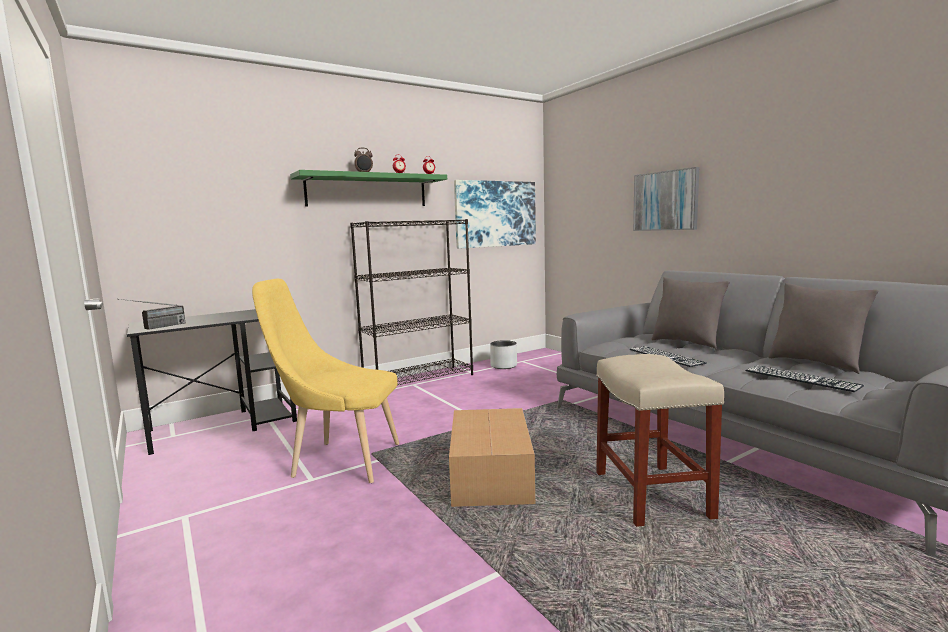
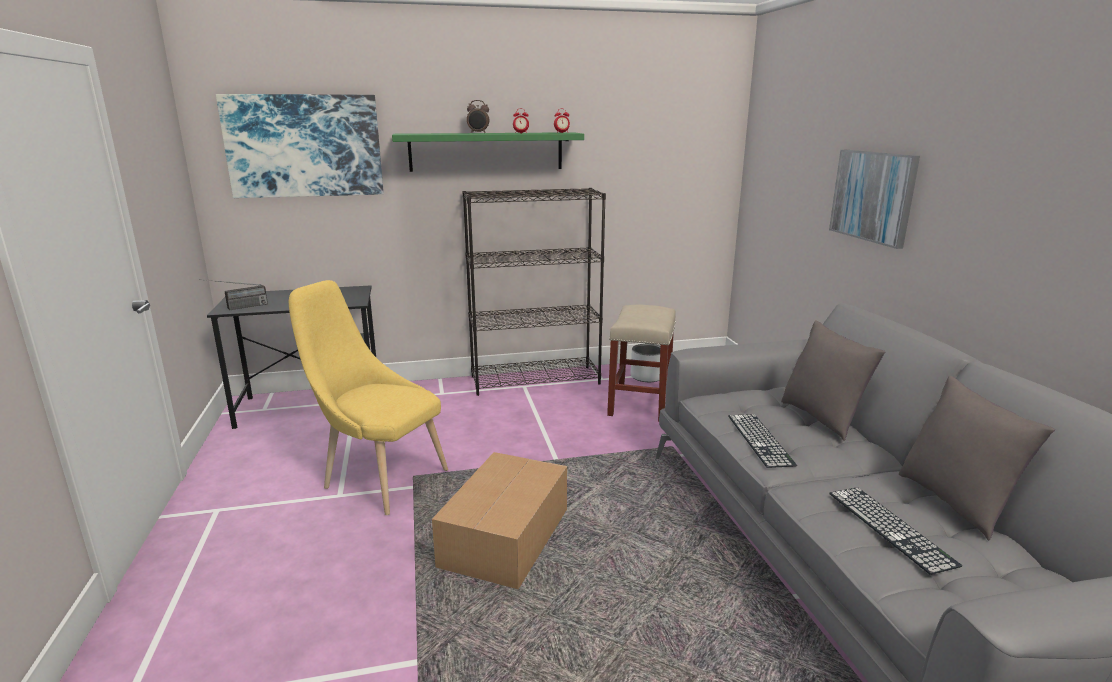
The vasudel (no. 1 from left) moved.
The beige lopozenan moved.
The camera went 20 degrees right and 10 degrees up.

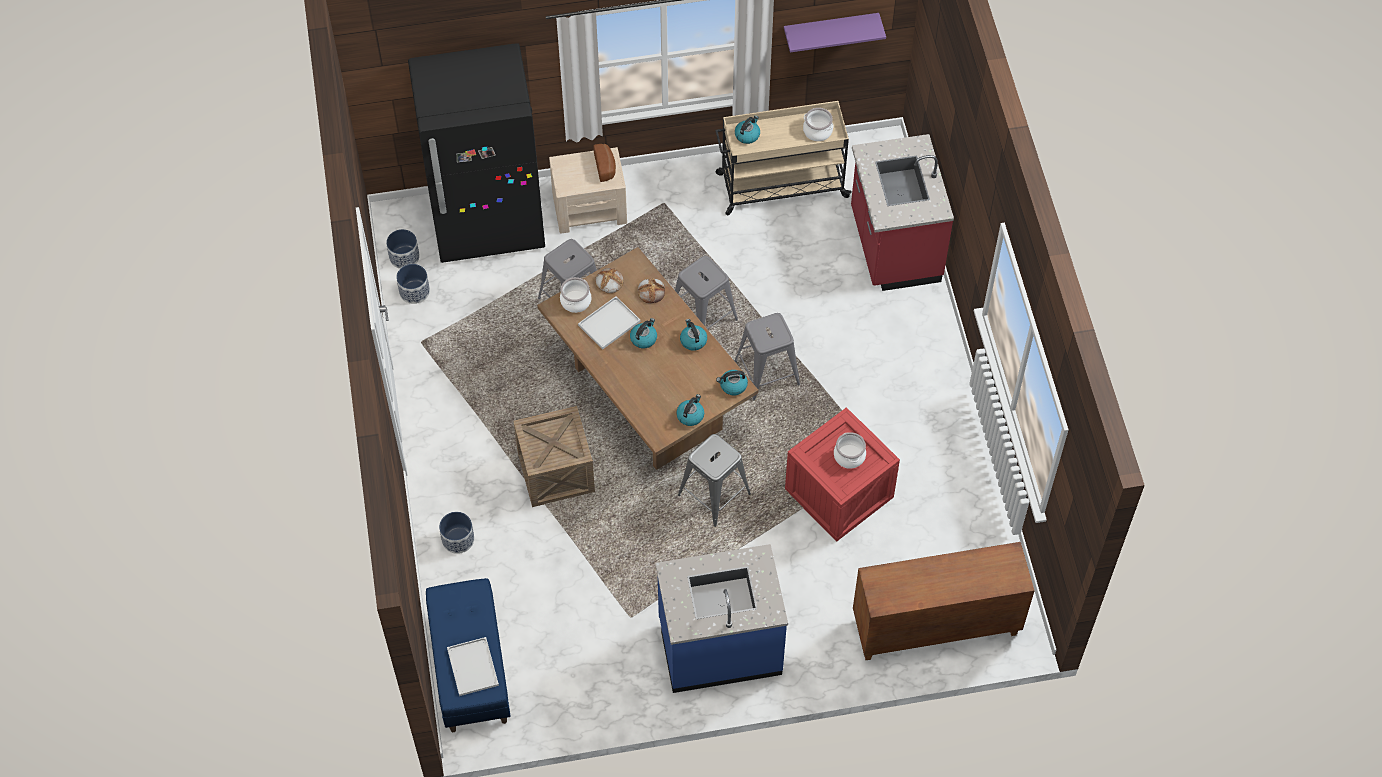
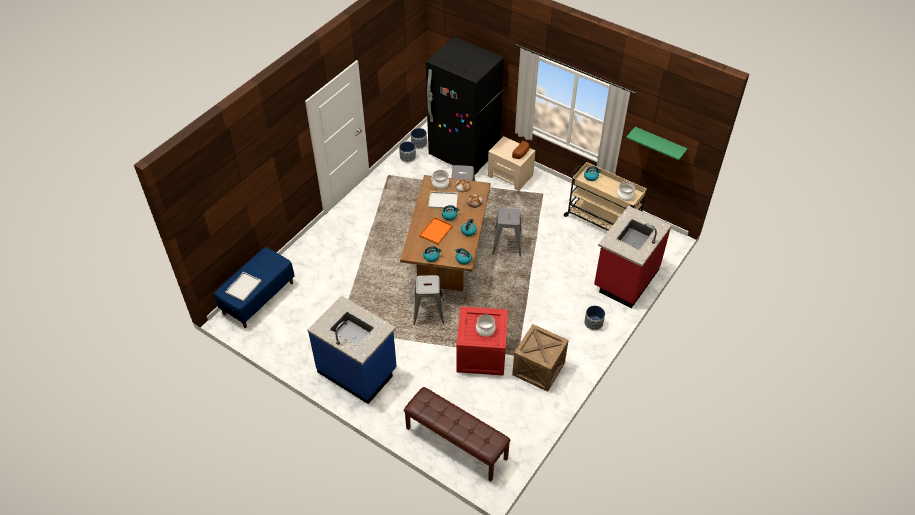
The grey lopozenan (no. 4 from left) disappeared.
The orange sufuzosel appeared.
The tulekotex (no. 3 from left) moved.
The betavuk (no. 1 from left in the first image) moved.
The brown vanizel was replaced by the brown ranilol.
The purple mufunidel became the green mufunidel.
The camera went 45 degrees right and 10 degrees down.

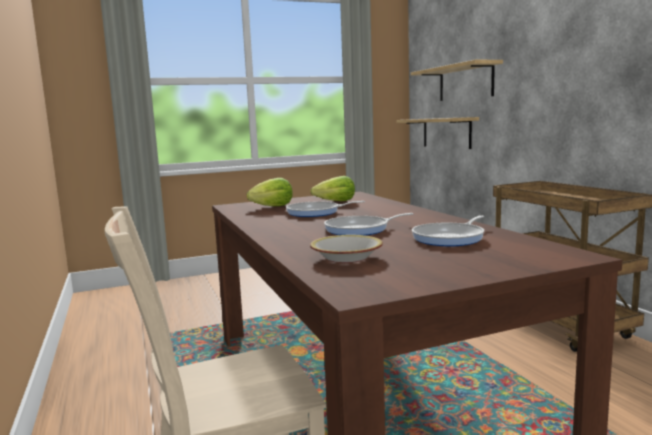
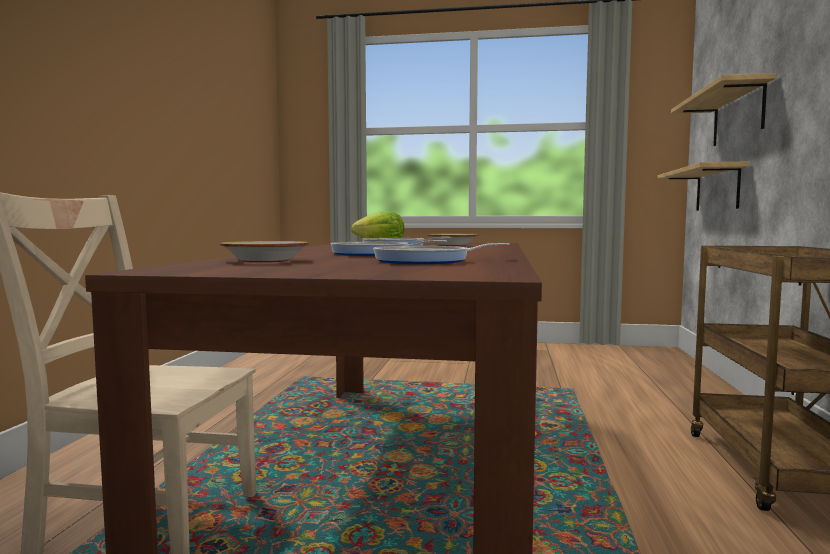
The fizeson (no. 2 from left) was replaced by the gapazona (no. 2 from left).
The camera went 30 degrees right and 5 degrees down.

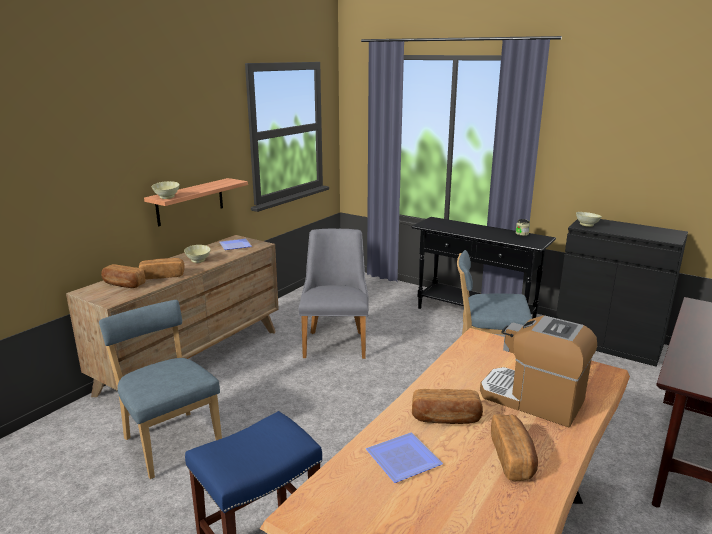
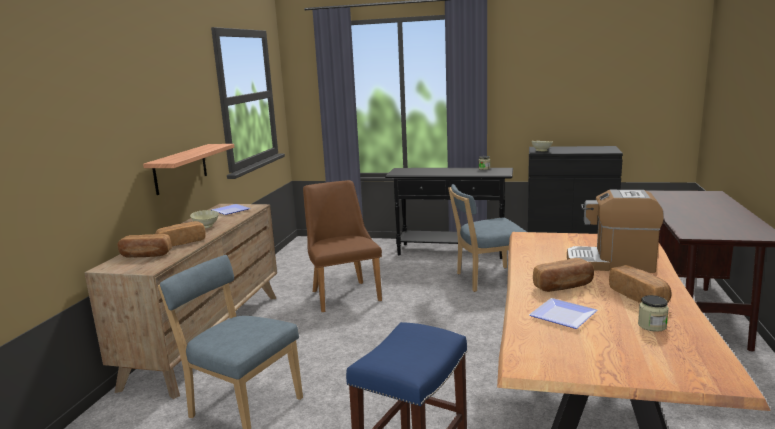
The beige gapazona (no. 1 from left) disappeared.
The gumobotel (no. 2 from left) appeared.
The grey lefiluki became the brown lefiluki.
The camera went 20 degrees left and 5 degrees down.

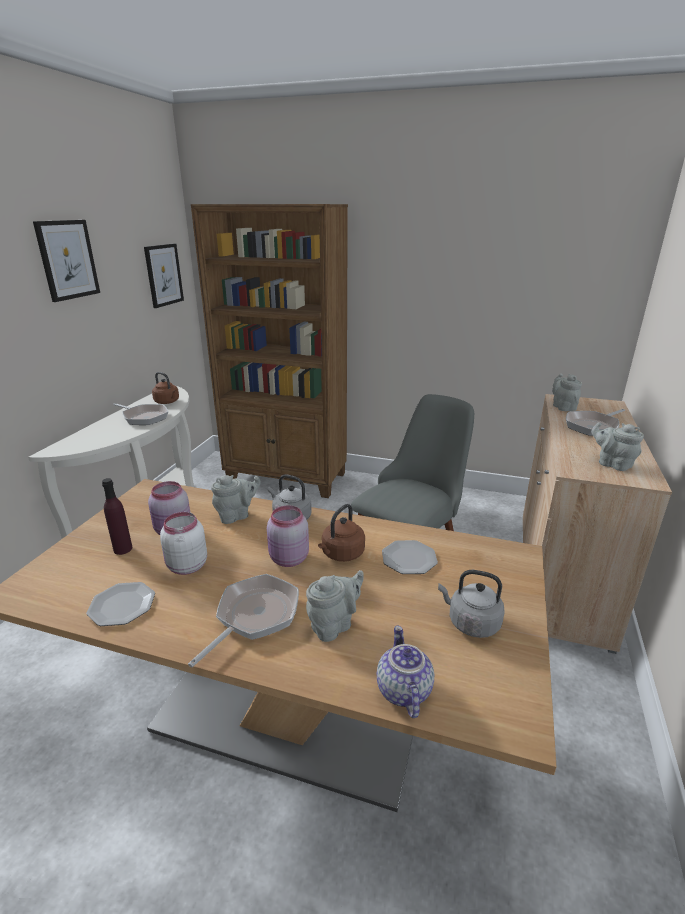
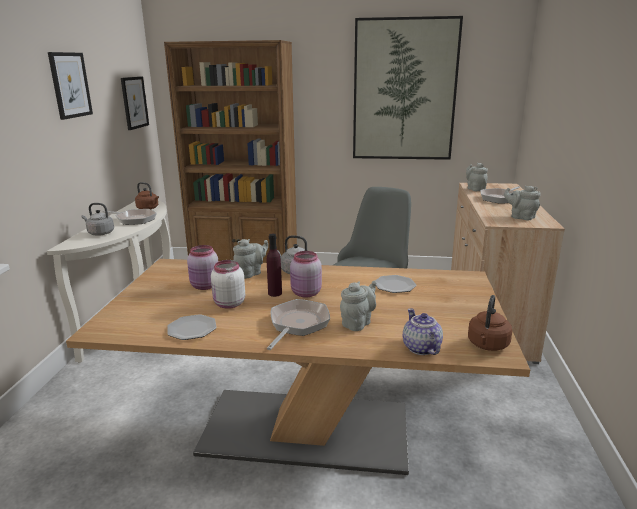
The vasudel (no. 3 from left) appeared.
The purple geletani moved.
The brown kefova (no. 2 from left) moved.
The grey kefova (no. 2 from left in the first image) moved.
The camera went 10 degrees left and 5 degrees down.

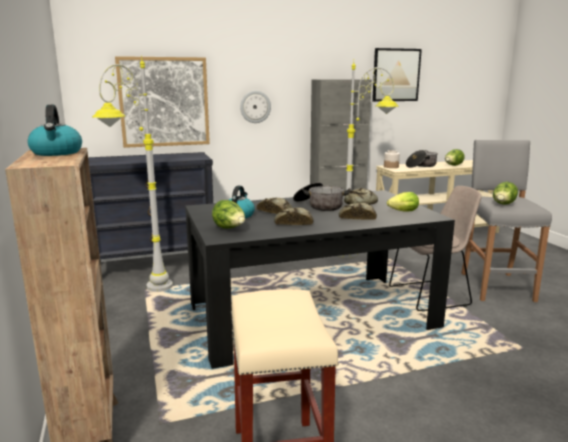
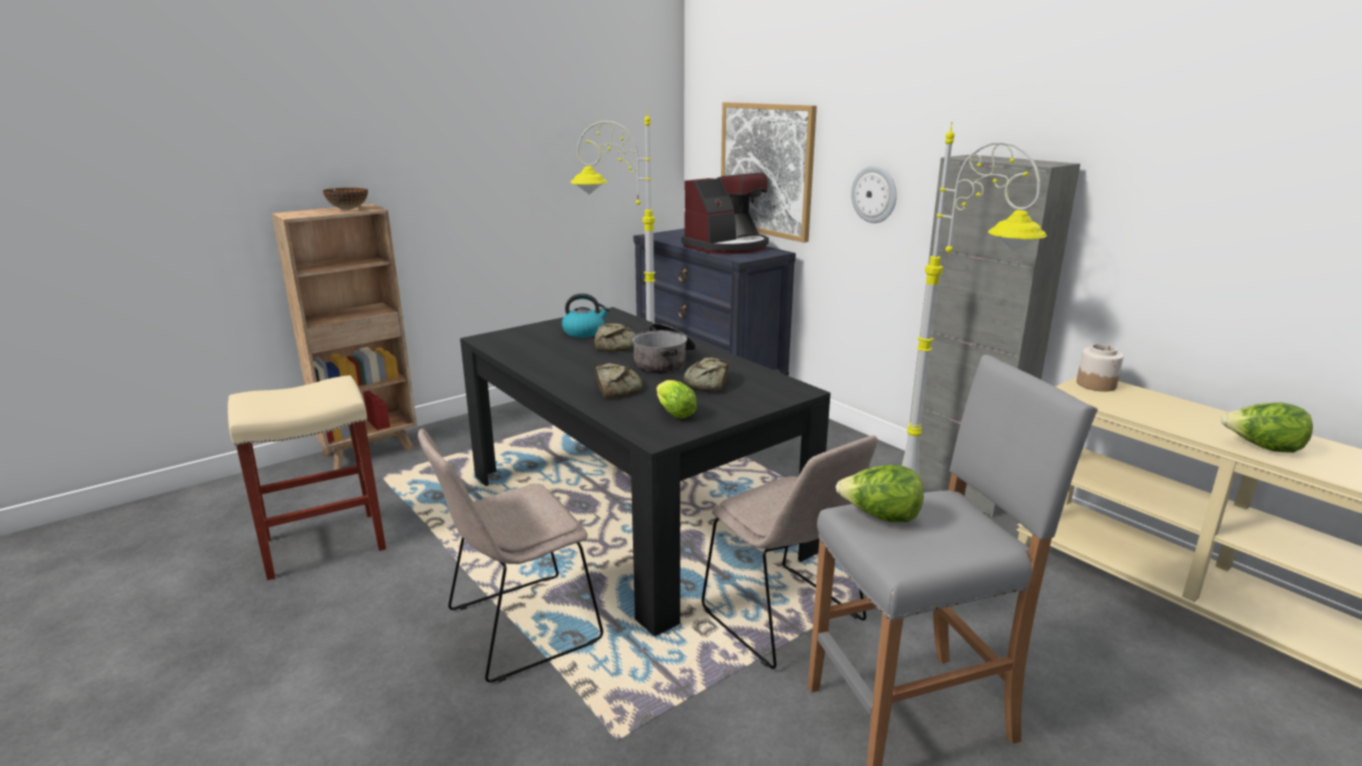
The fizeson (no. 1 from left) disappeared.
The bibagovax (no. 2 from left) disappeared.
The vasudel (no. 2 from left) disappeared.
The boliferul (no. 2 from left) disappeared.
The beige lefiluki (no. 1 from left) appeared.
The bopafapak appeared.
The kefova (no. 1 from left) was replaced by the gapazona.
The camera went 70 degrees right and 5 degrees up.

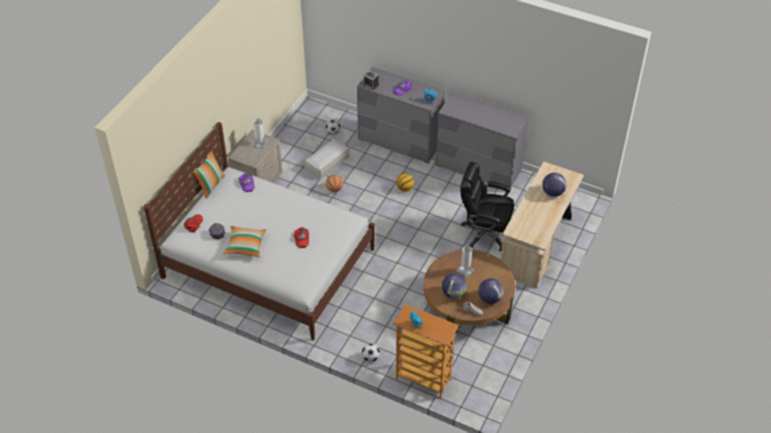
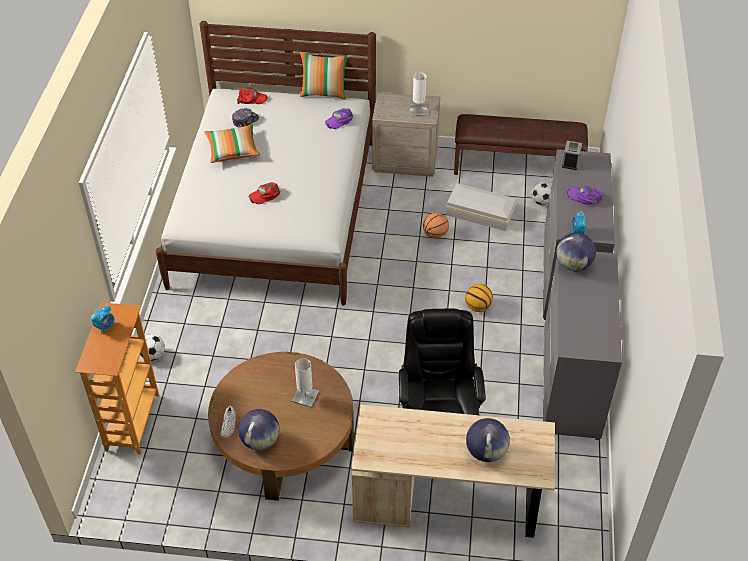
The brown ranilol appeared.
The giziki (no. 1 from left in the first image) moved.
The camera went 70 degrees right and 0 degrees up.

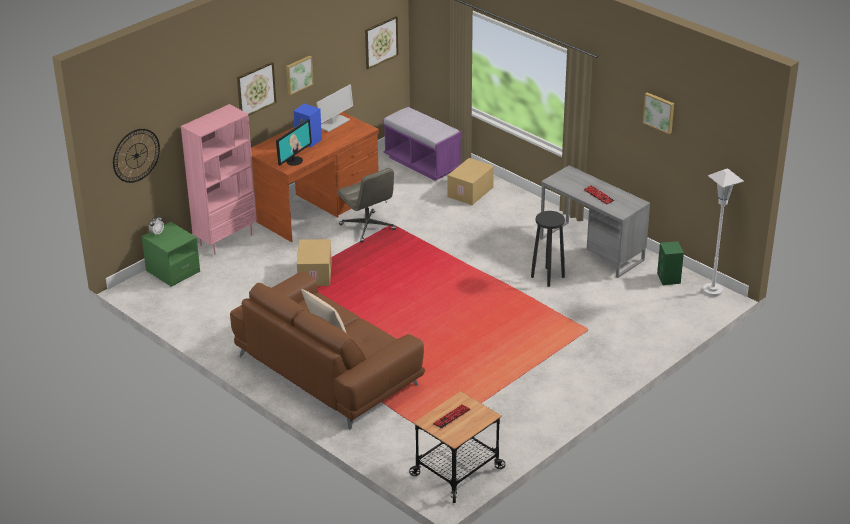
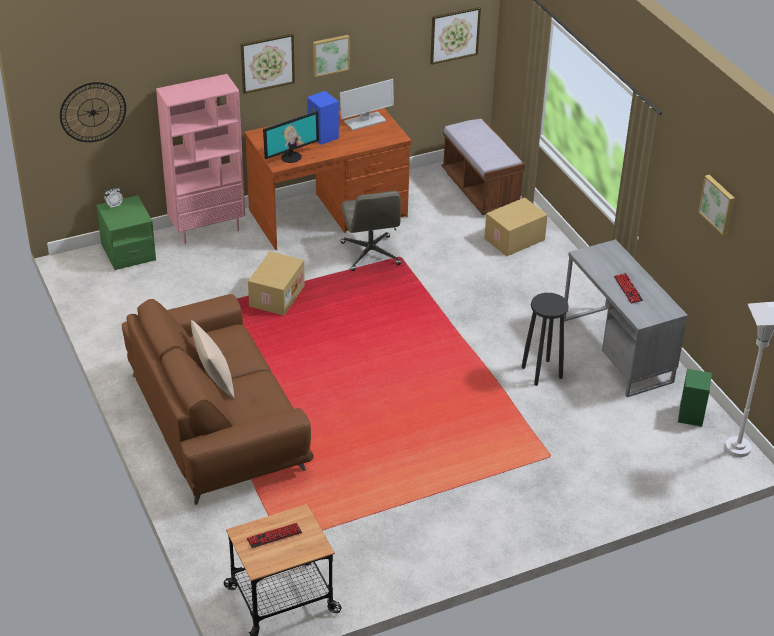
The purple ranilol became the brown ranilol.
The camera went 20 degrees right and 5 degrees up.

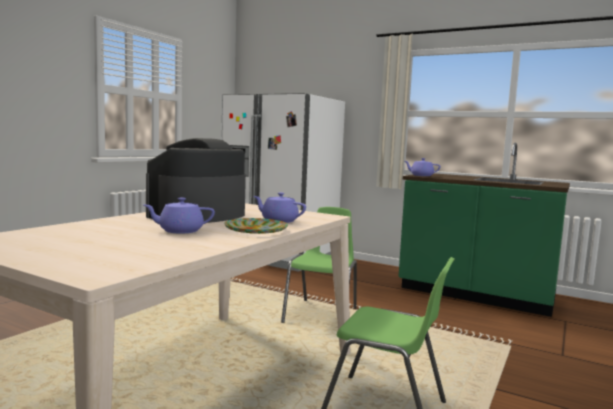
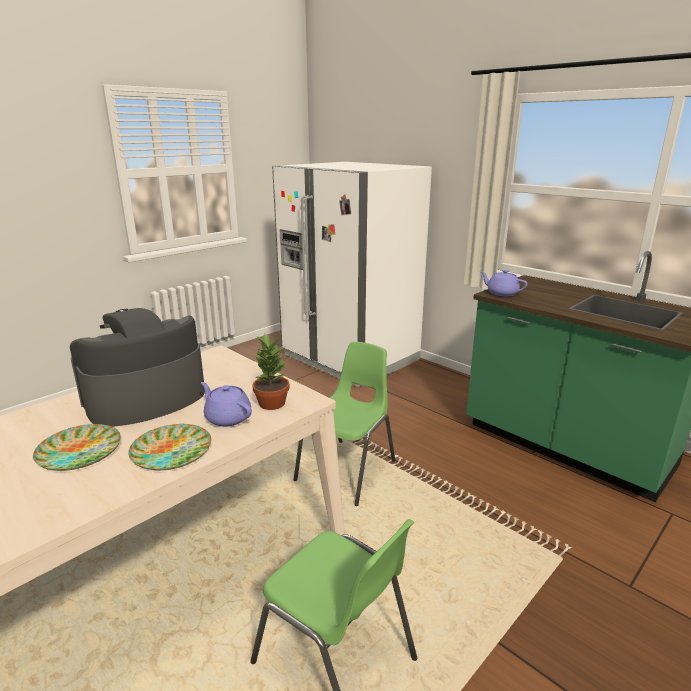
The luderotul appeared.
The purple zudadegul (no. 1 from left) was replaced by the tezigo (no. 1 from left).
The camera went 15 degrees right and 15 degrees up.

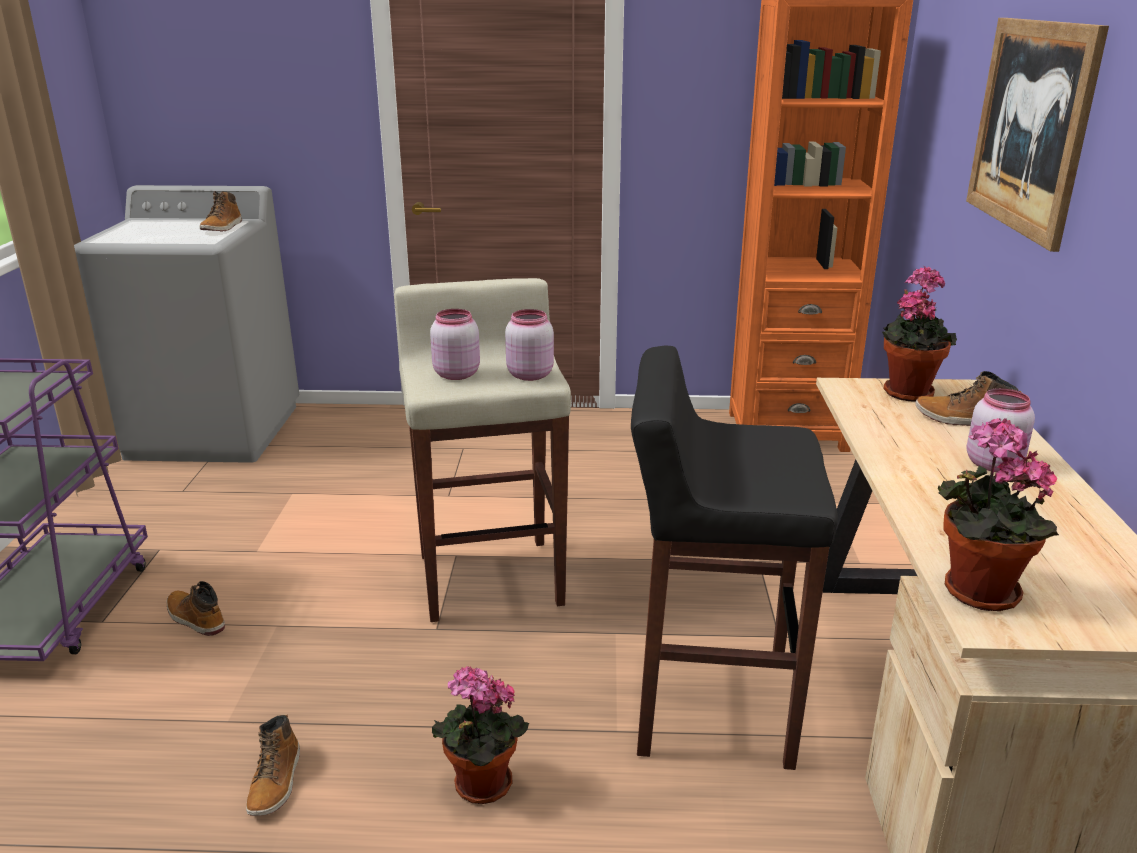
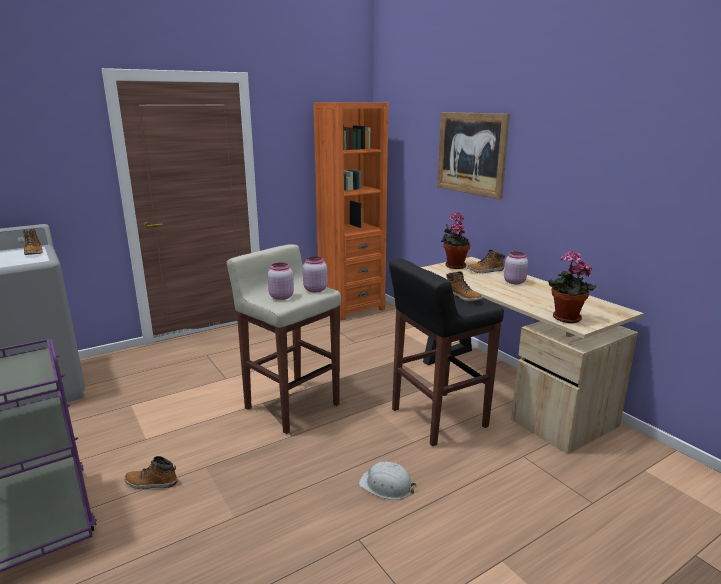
The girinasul (no. 3 from left) moved.
The luderotul (no. 1 from left) was replaced by the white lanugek.
The camera went 35 degrees left and 5 degrees down.

